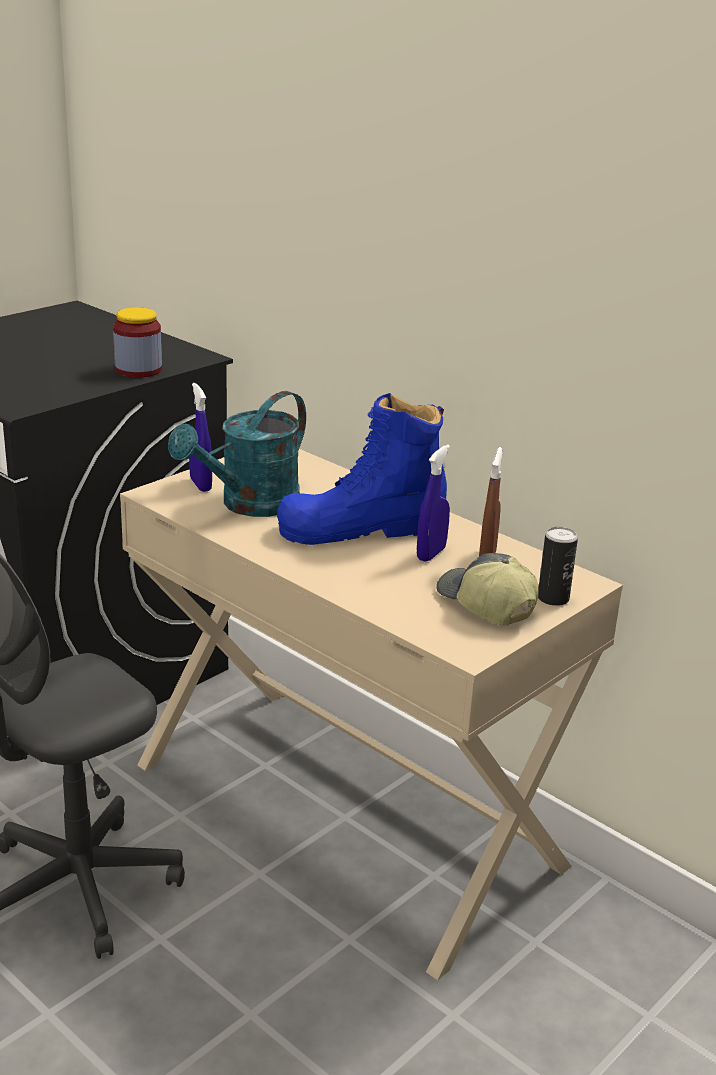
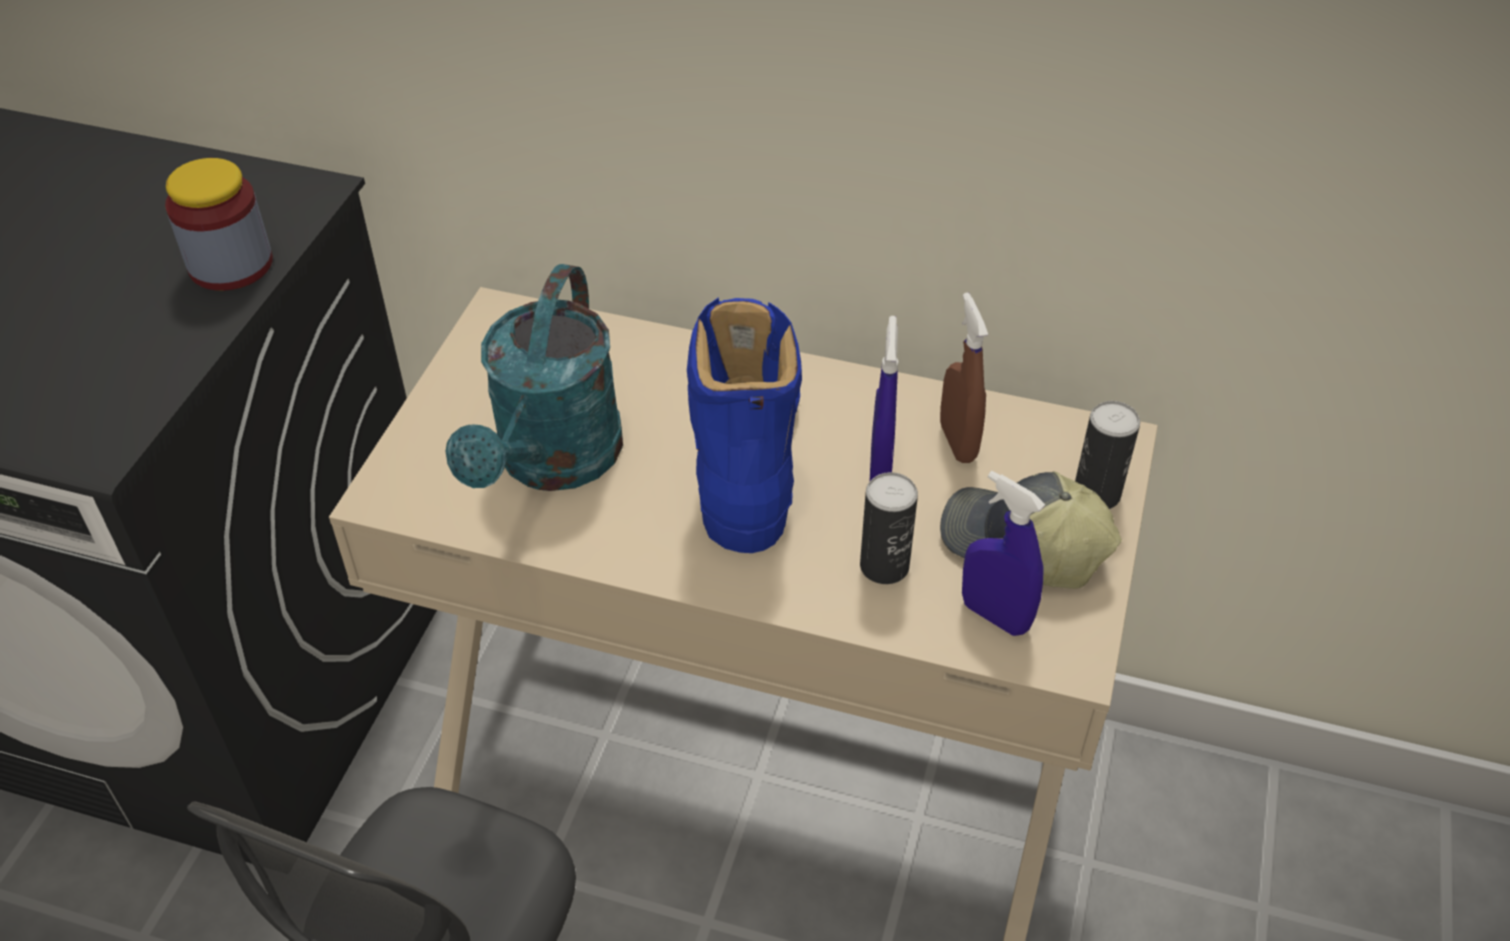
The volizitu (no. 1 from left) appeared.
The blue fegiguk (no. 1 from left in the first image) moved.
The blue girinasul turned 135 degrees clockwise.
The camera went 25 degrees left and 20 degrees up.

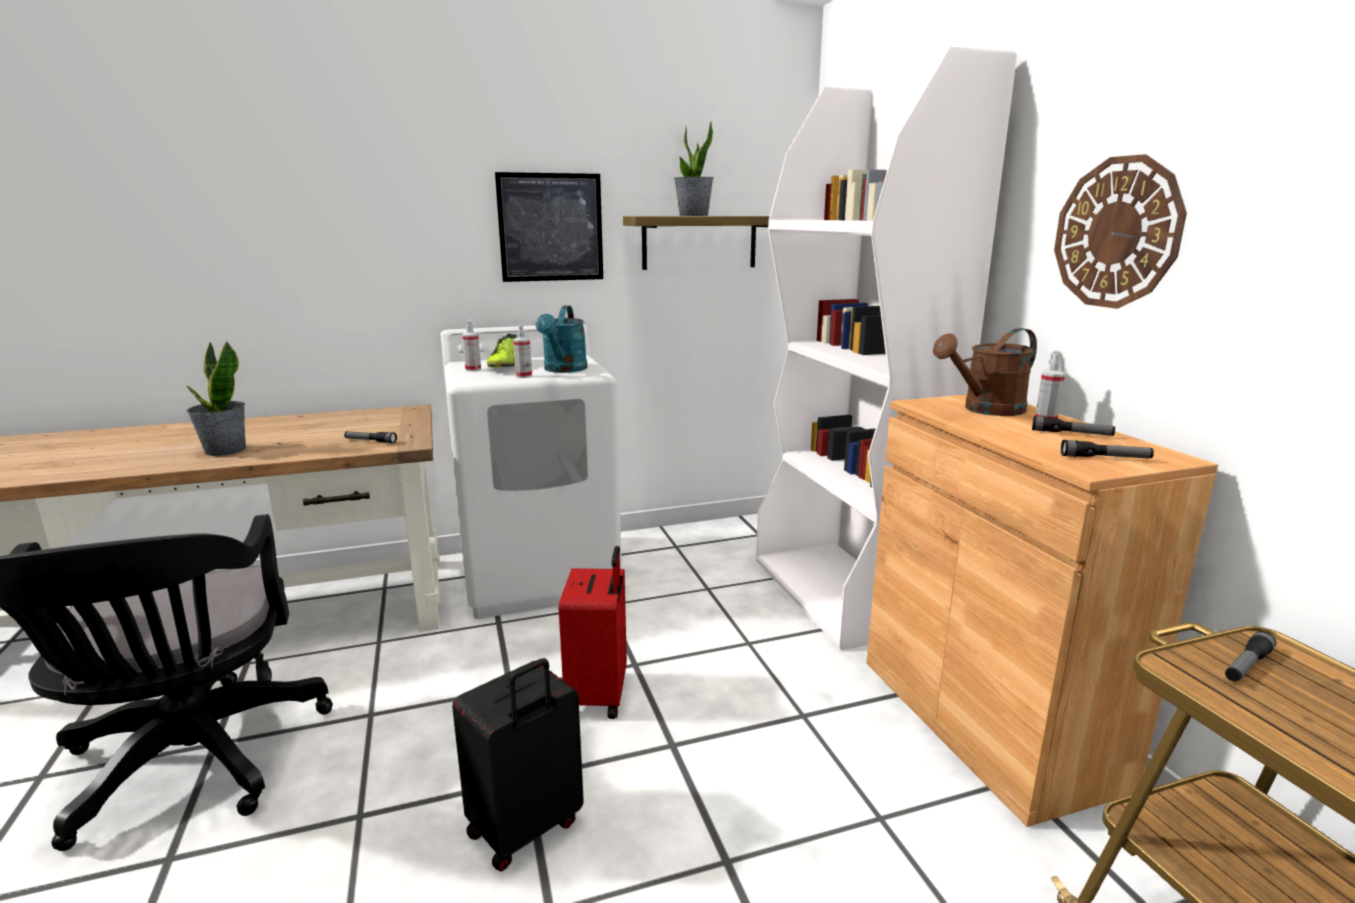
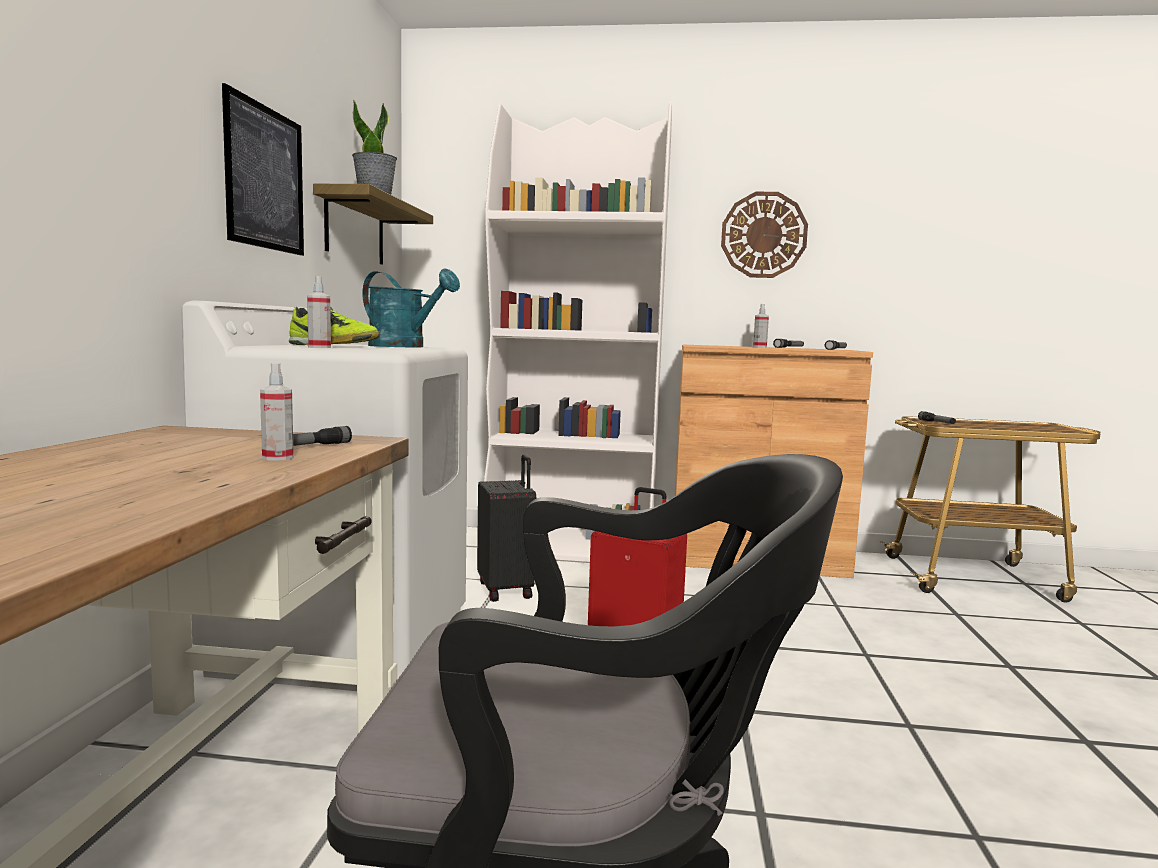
The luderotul (no. 1 from left) disappeared.
The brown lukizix disappeared.
The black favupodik moved.
The fegiguk (no. 2 from left in the first image) moved.
The camera went 65 degrees left and 10 degrees down.

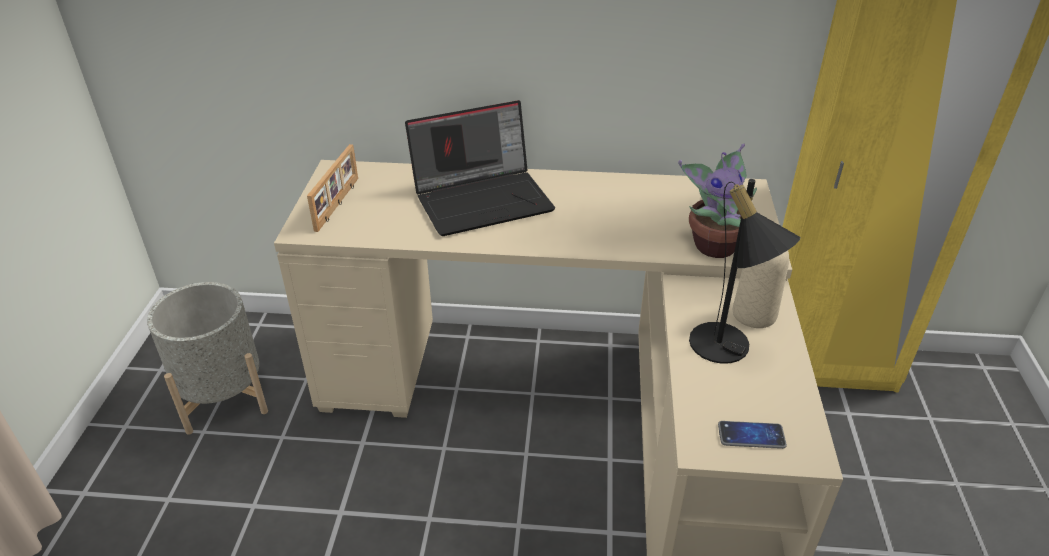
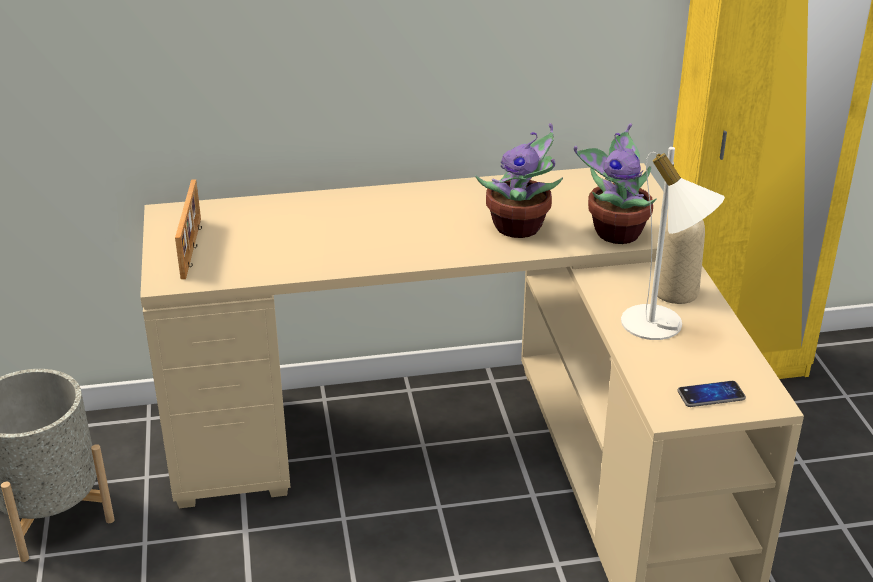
The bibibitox disappeared.
The luderotul (no. 1 from left) appeared.
The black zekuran became the white zekuran.
The camera went 15 degrees left and 5 degrees down.

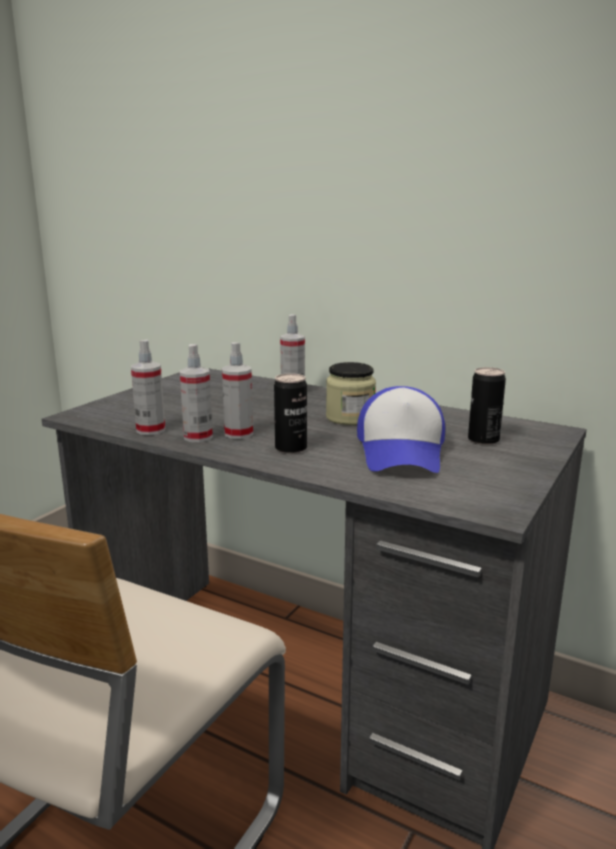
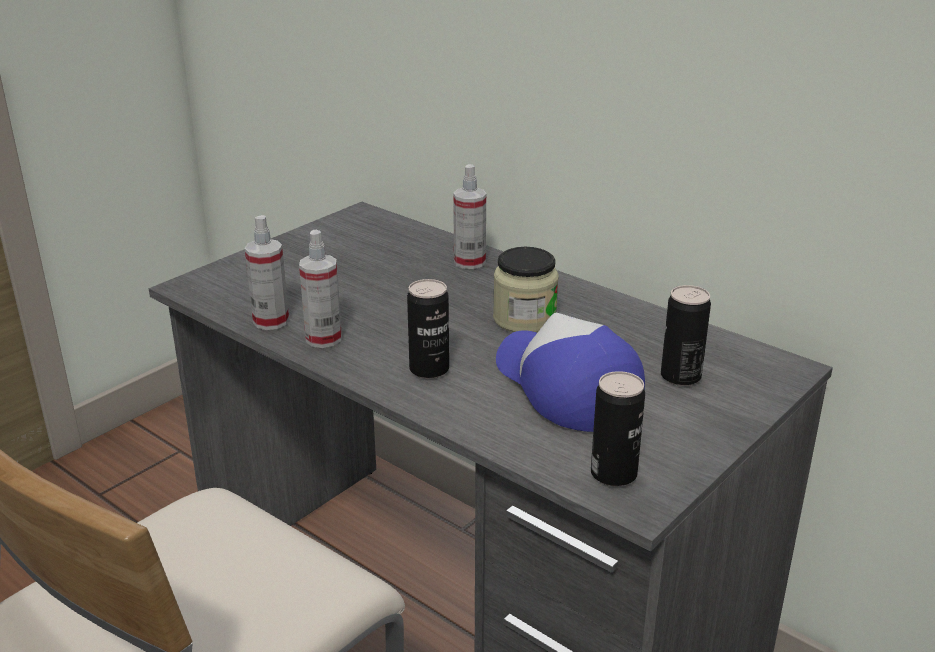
The fegiguk (no. 3 from left) disappeared.
The volizitu (no. 2 from left) appeared.
The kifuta turned 135 degrees clockwise.
The camera went 10 degrees right and 10 degrees up.

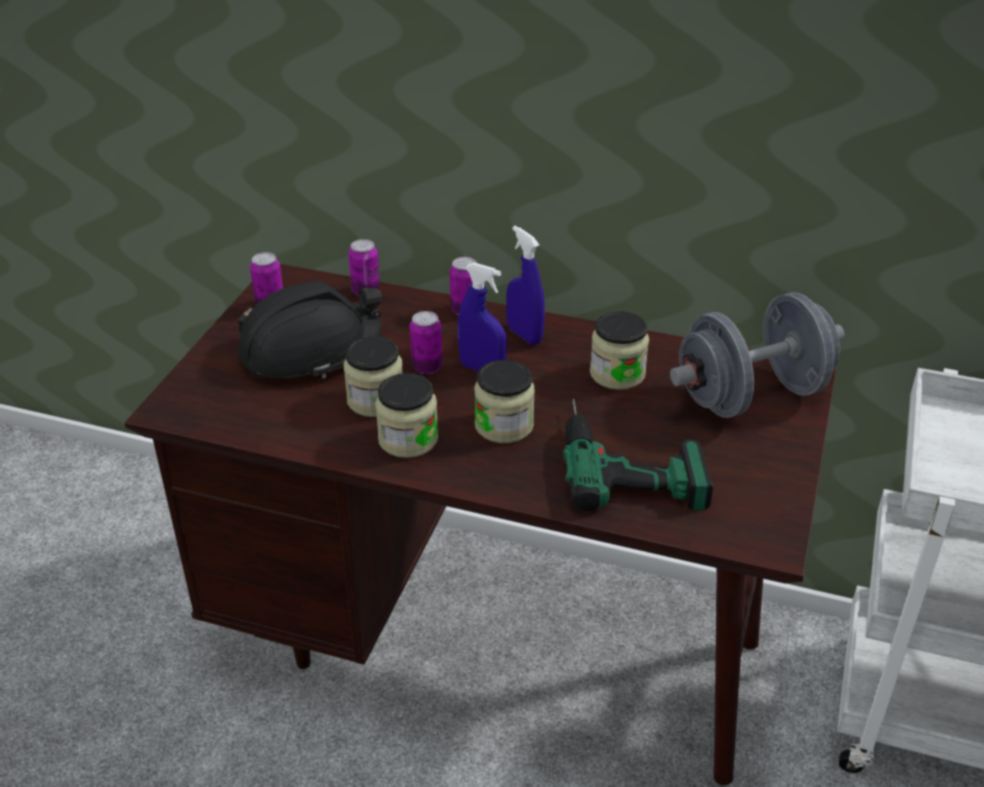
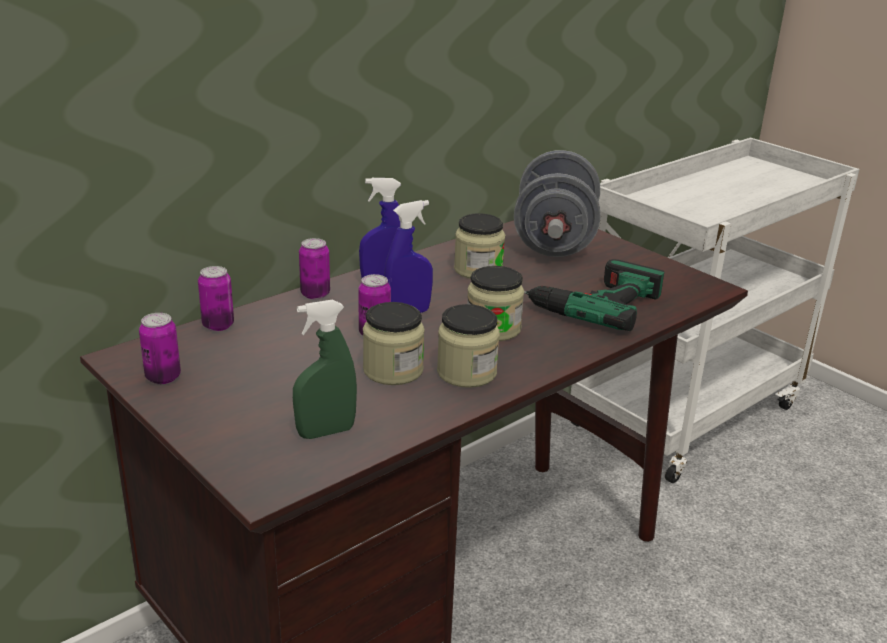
The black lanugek disappeared.
The green fegiguk appeared.
The camera went 60 degrees left and 10 degrees down.

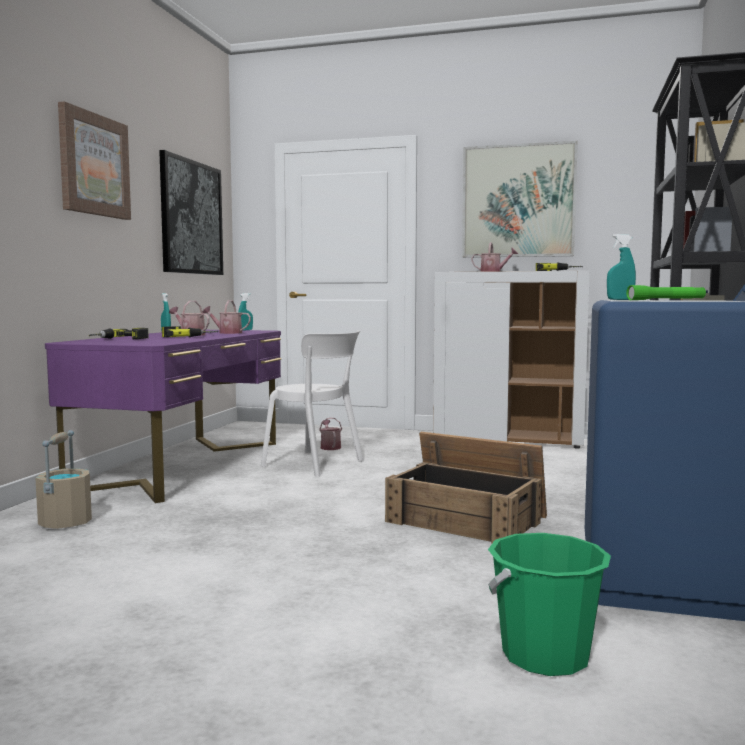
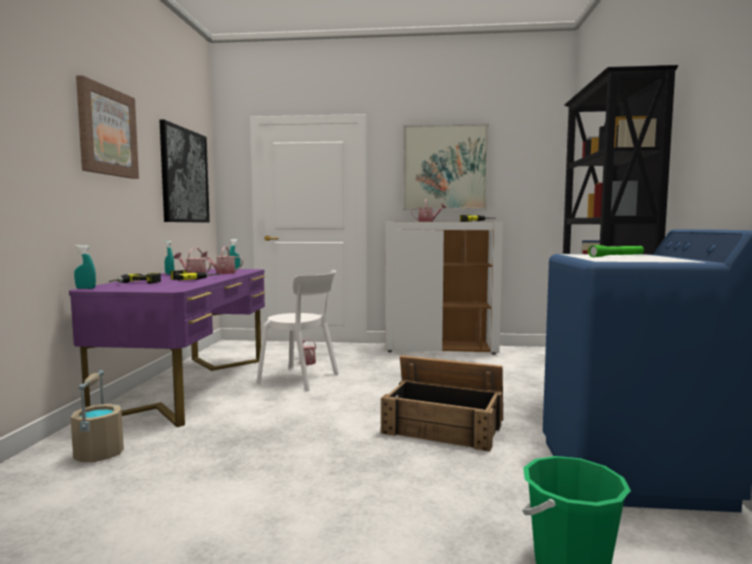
The turquoise fegiguk (no. 3 from left in the first image) moved.
The camera went 10 degrees left and 0 degrees up.

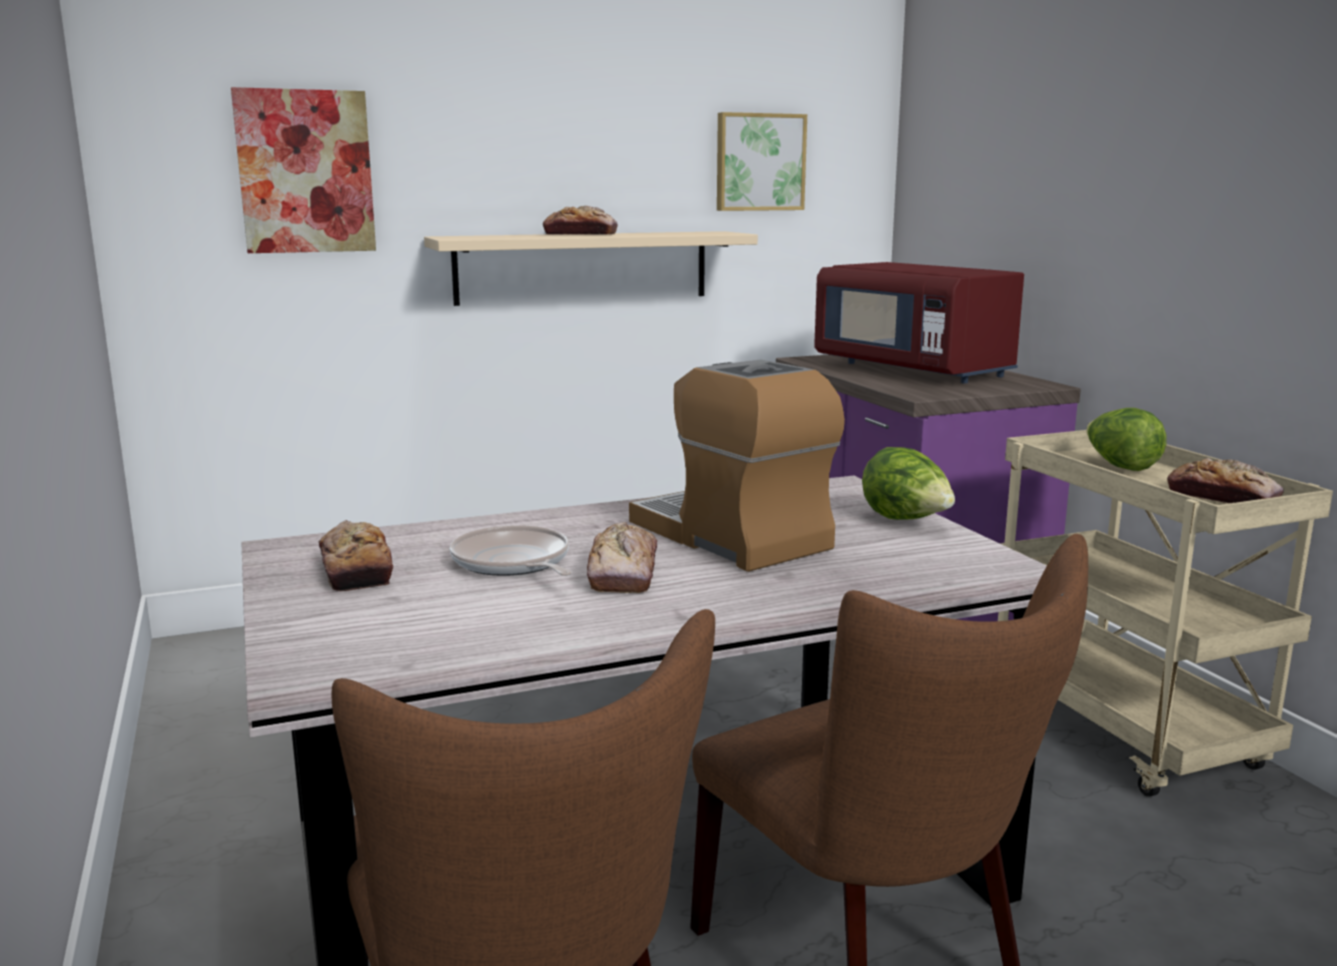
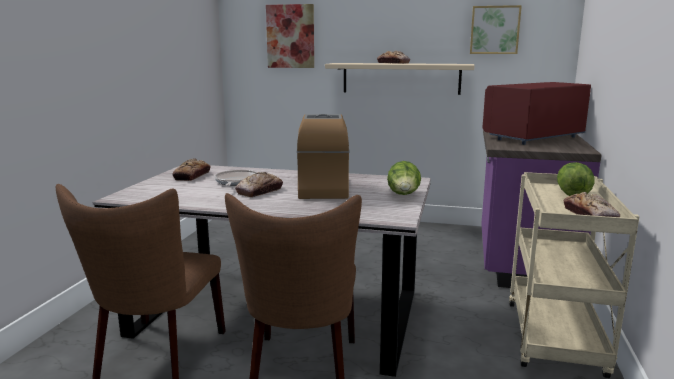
The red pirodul turned 60 degrees clockwise.
The camera went 35 degrees right and 0 degrees up.

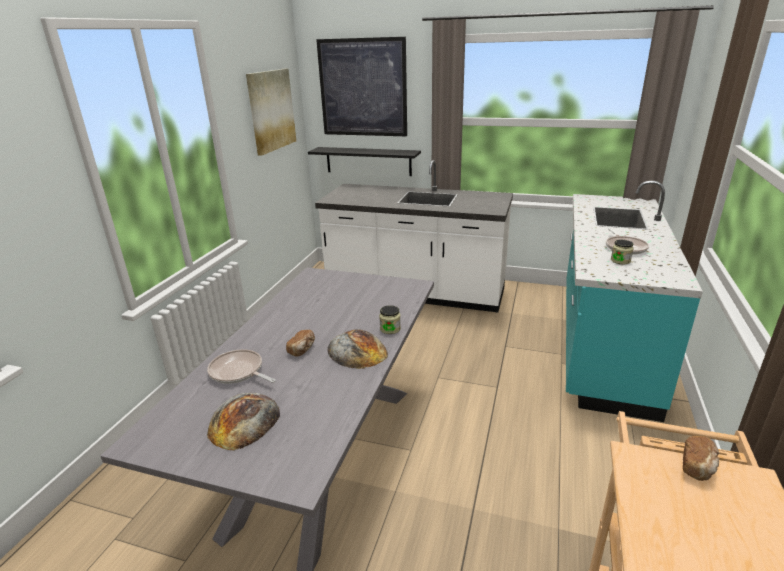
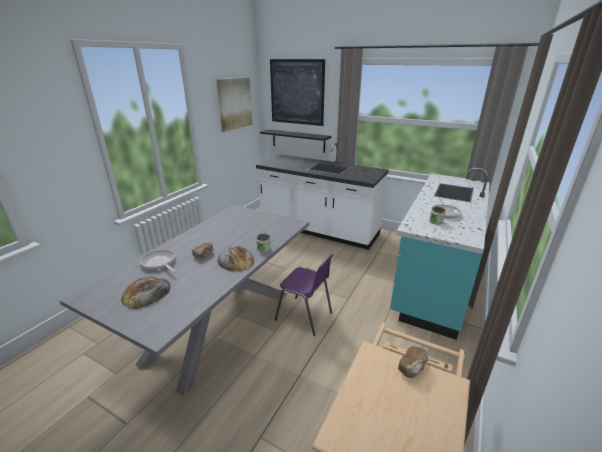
The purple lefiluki appeared.
The camera went 10 degrees right and 0 degrees up.

